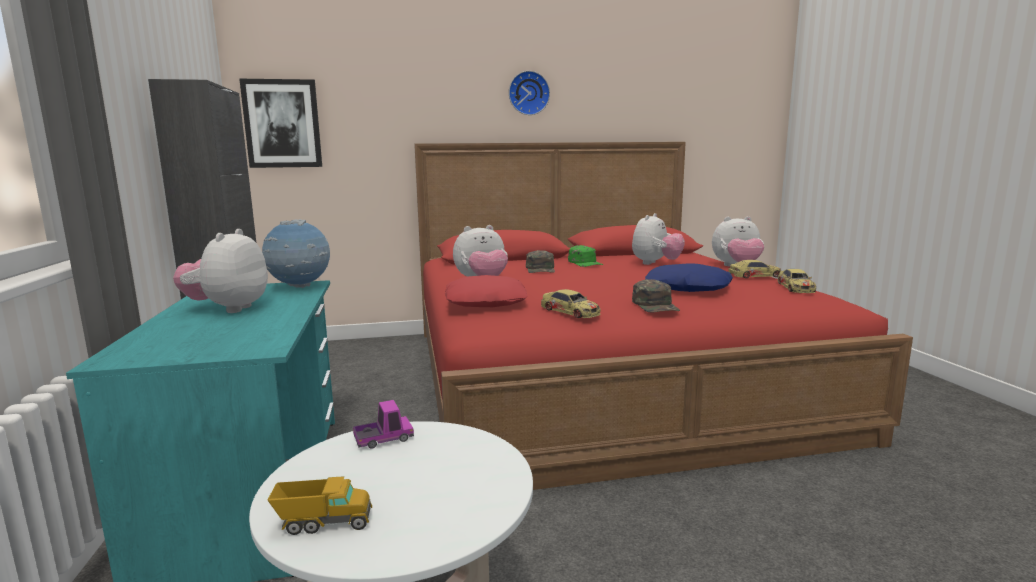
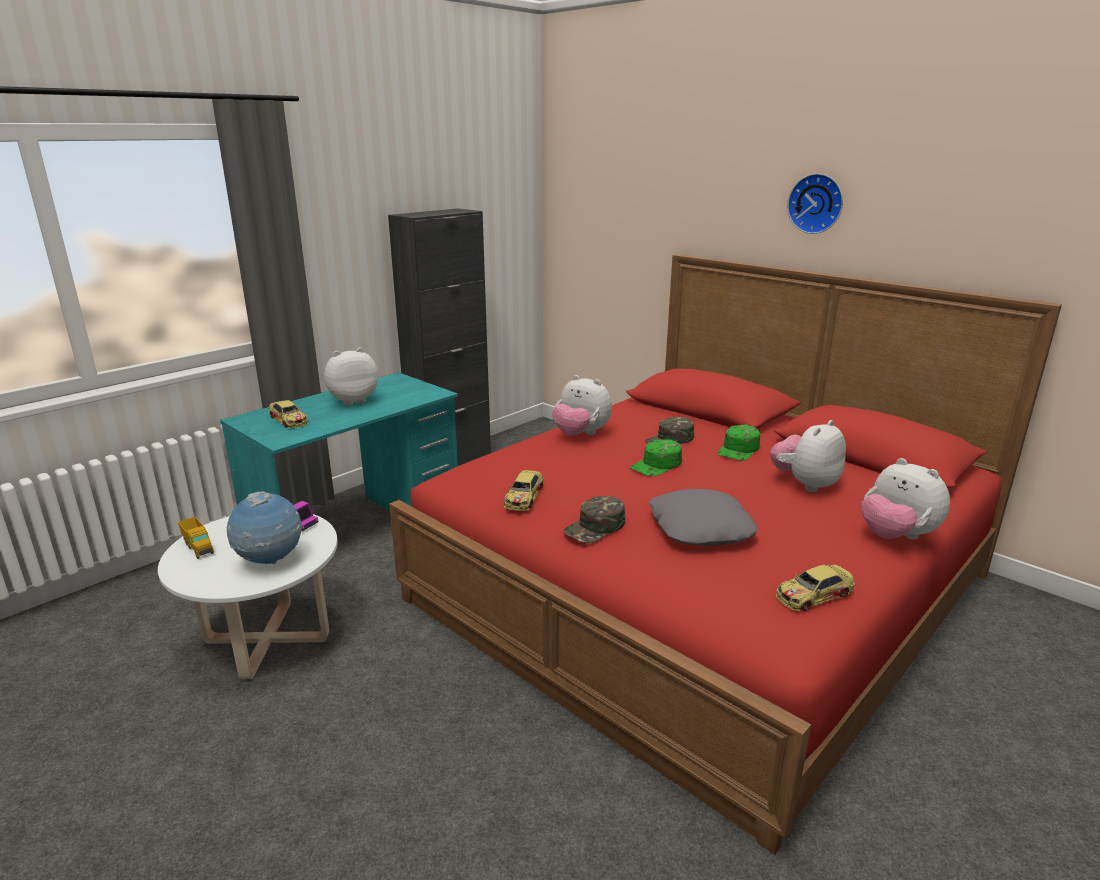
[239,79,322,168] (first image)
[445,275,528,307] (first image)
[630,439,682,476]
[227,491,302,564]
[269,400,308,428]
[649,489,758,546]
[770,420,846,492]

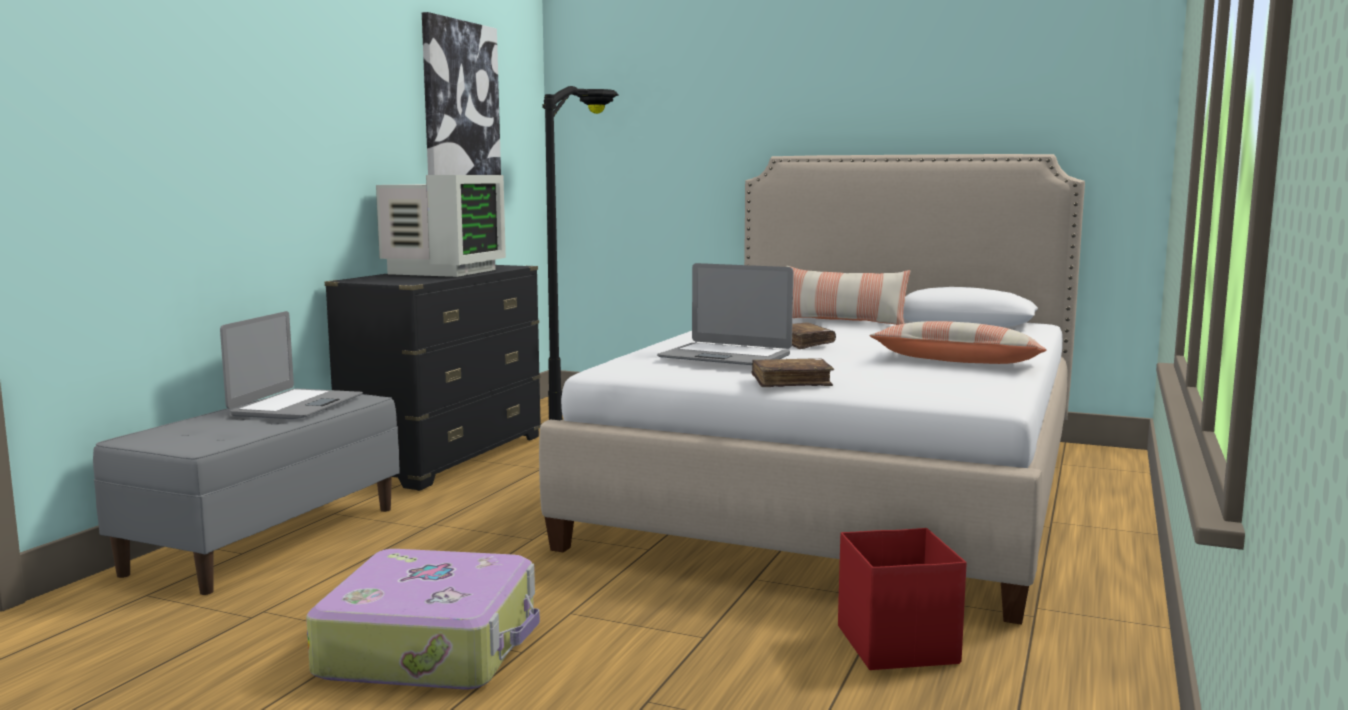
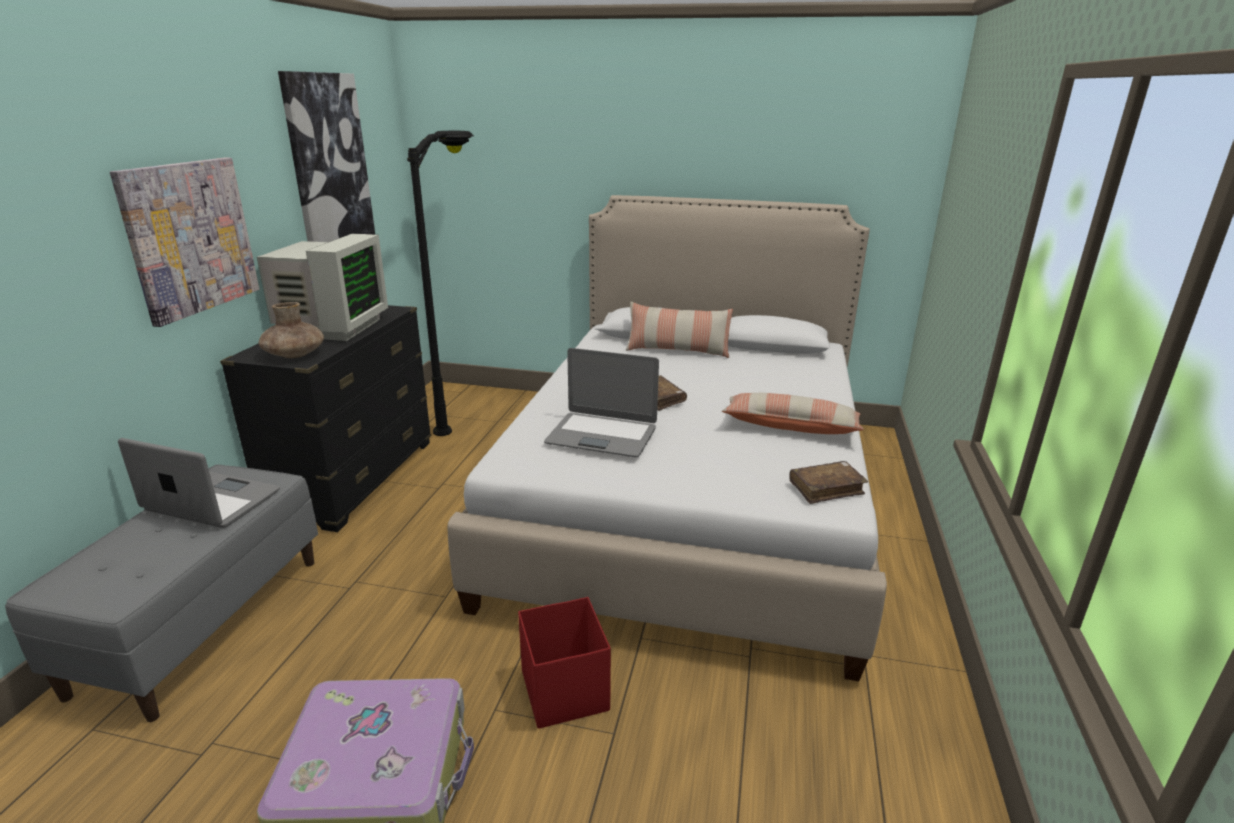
[110,157,259,327]
[258,302,324,358]
[789,461,868,504]
[518,597,611,729]
[118,438,280,528]

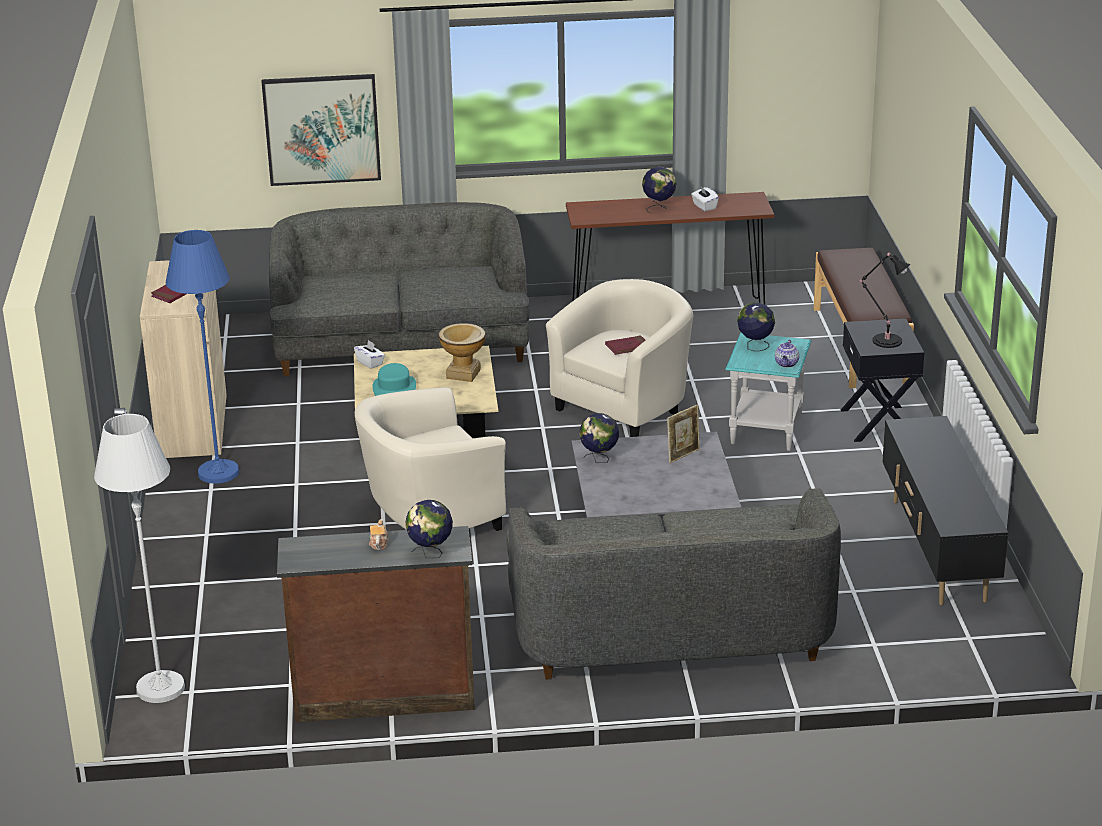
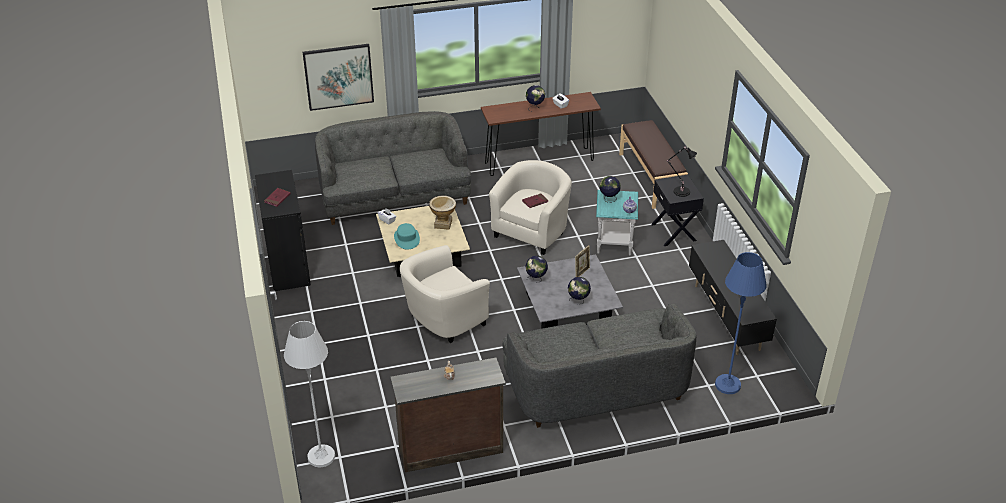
[715,252,767,394]
[568,277,591,304]
[255,170,311,291]

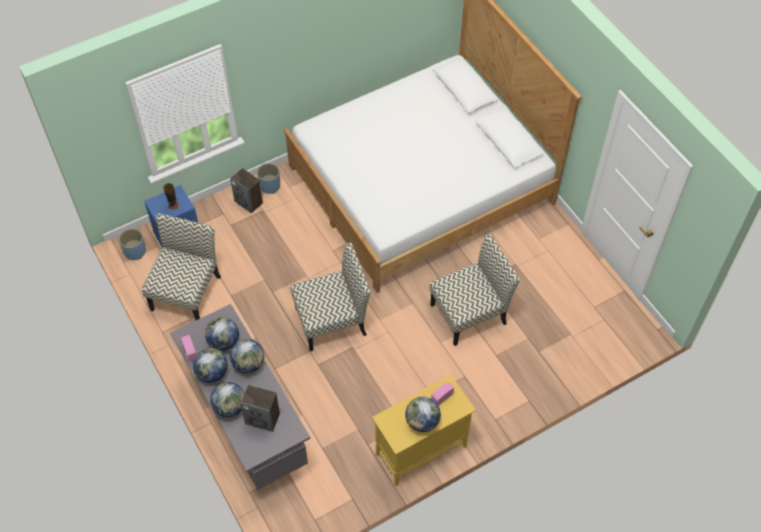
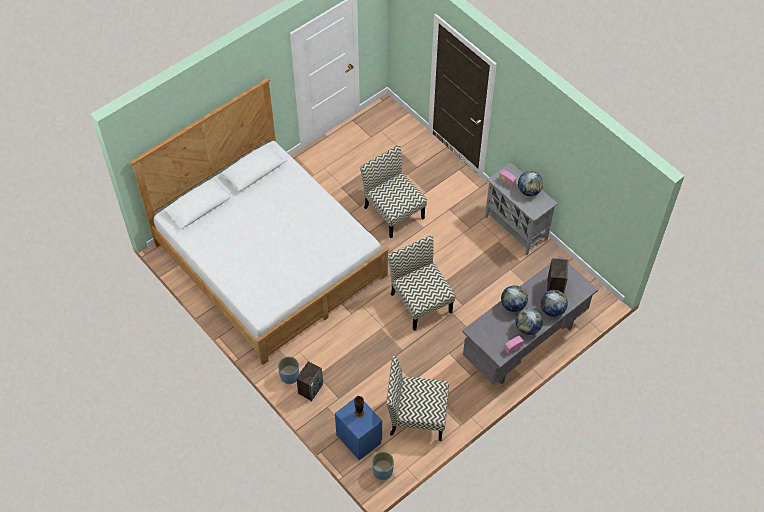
[205,317,239,351] (first image)
[485,163,558,255]

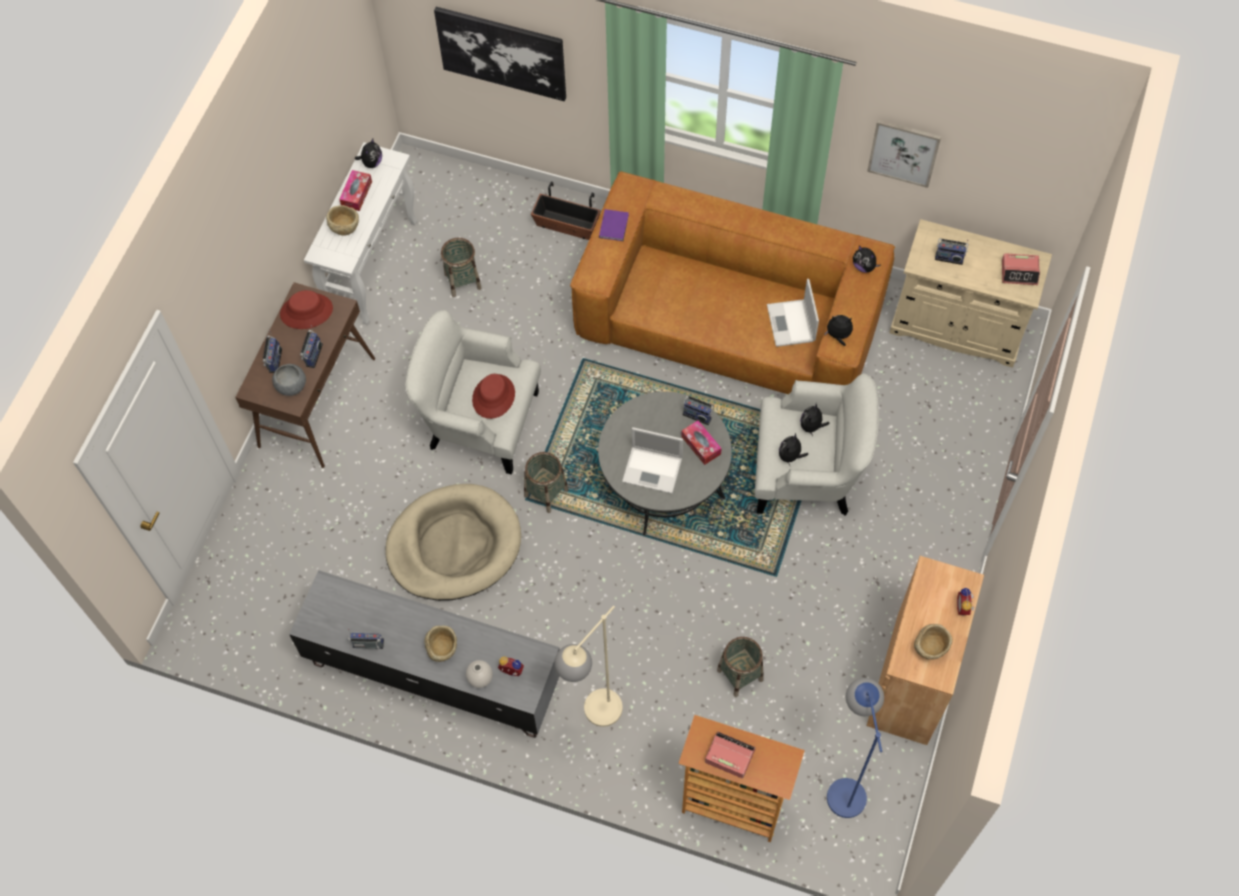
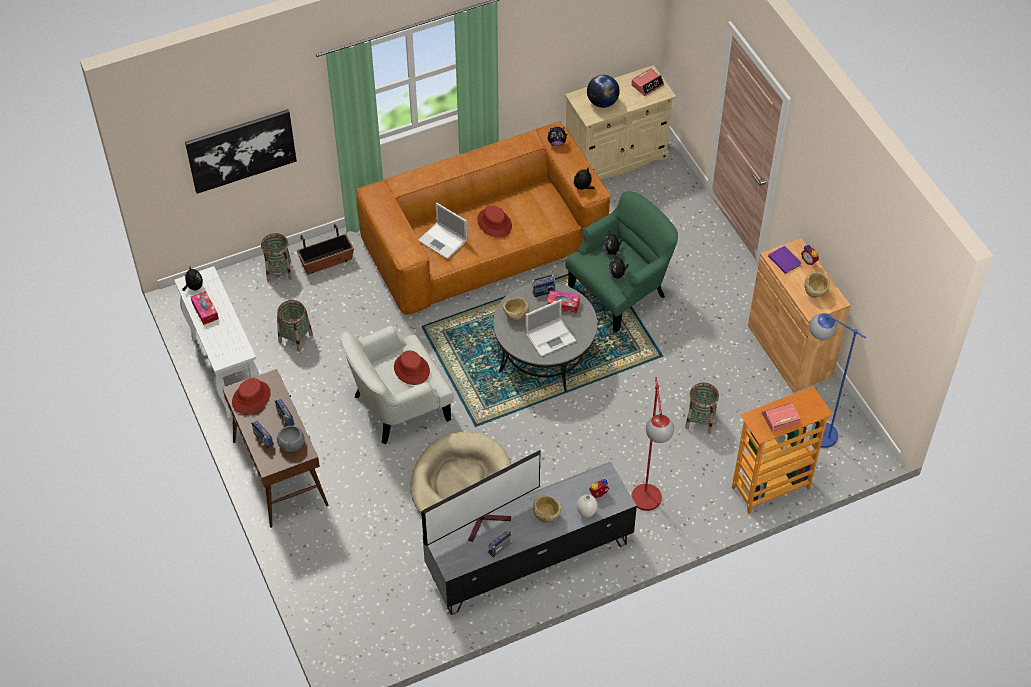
[867,120,941,188] (first image)
[421,450,540,546]
[477,205,512,238]
[503,297,529,321]
[261,233,292,282]
[768,246,801,274]
[418,203,467,259]
[587,75,620,108]
[631,377,674,511]
[565,191,678,332]

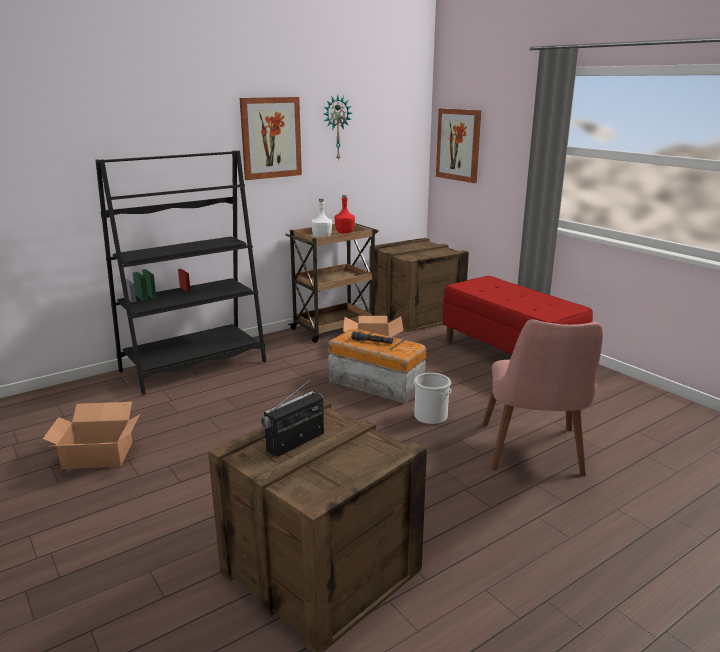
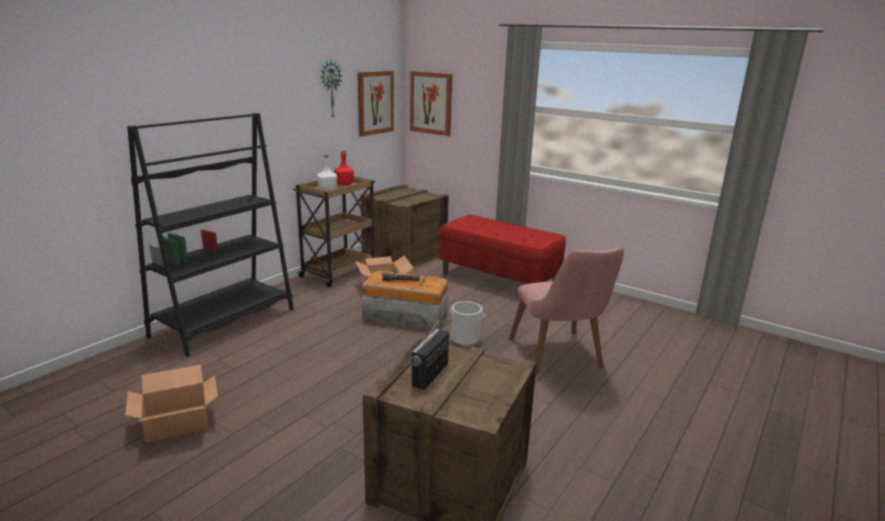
[357,71,394,137]

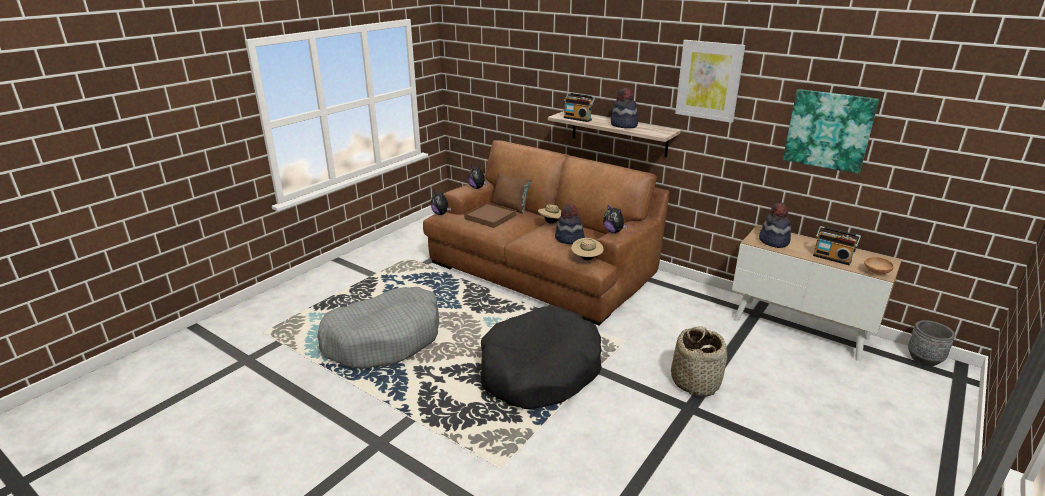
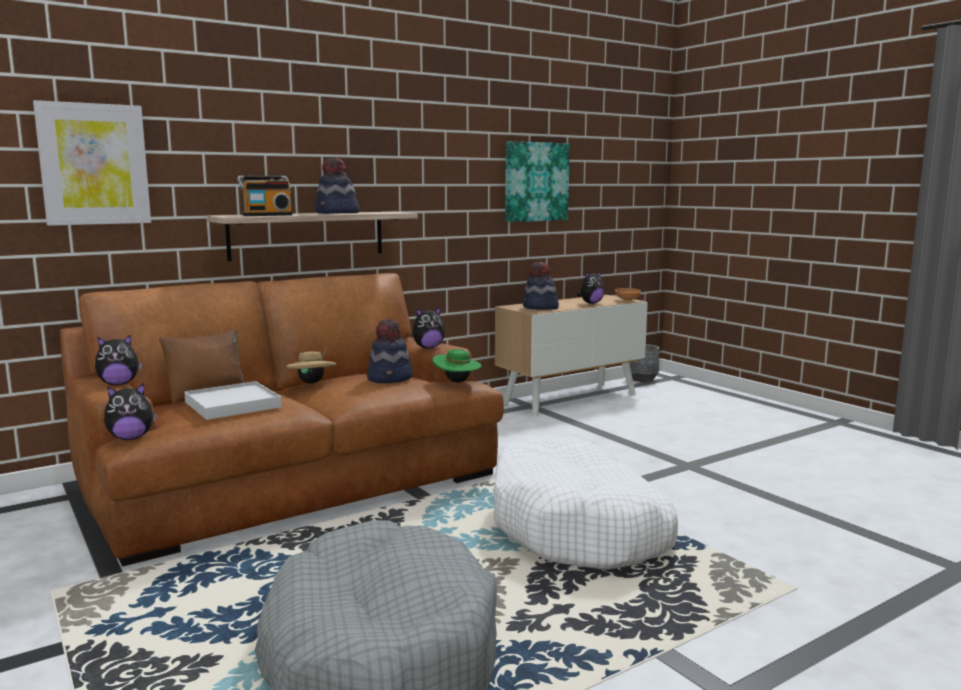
[671,326,727,396] (first image)
[33,100,151,226]
[576,271,605,304]
[184,381,282,420]
[494,437,678,570]
[433,349,482,382]

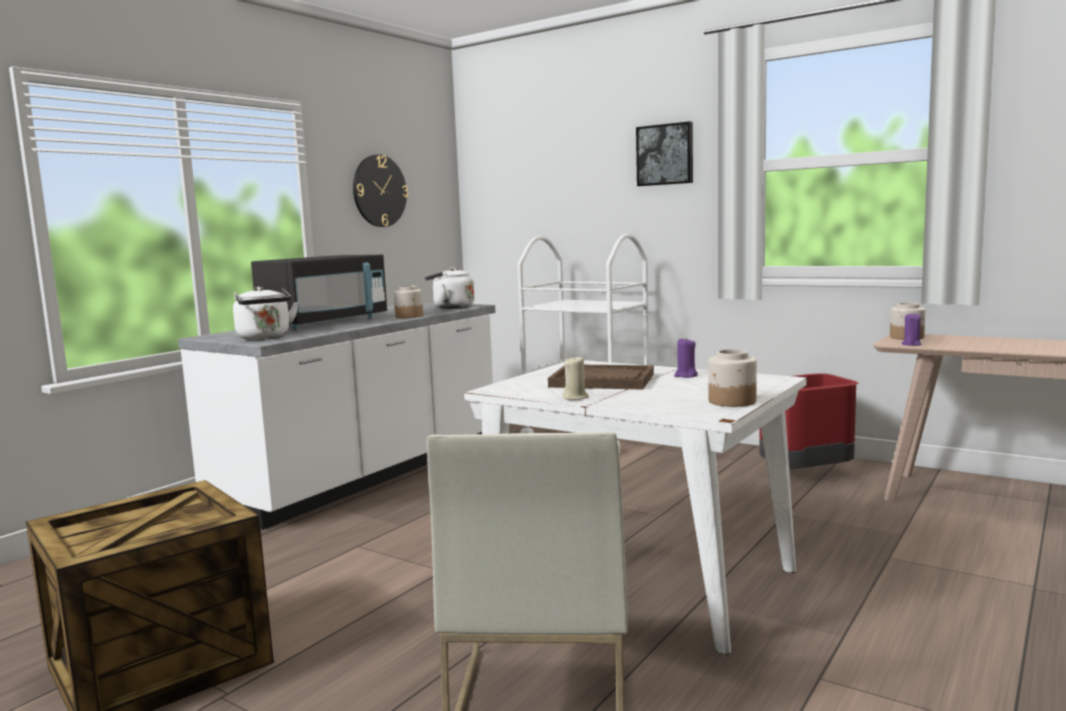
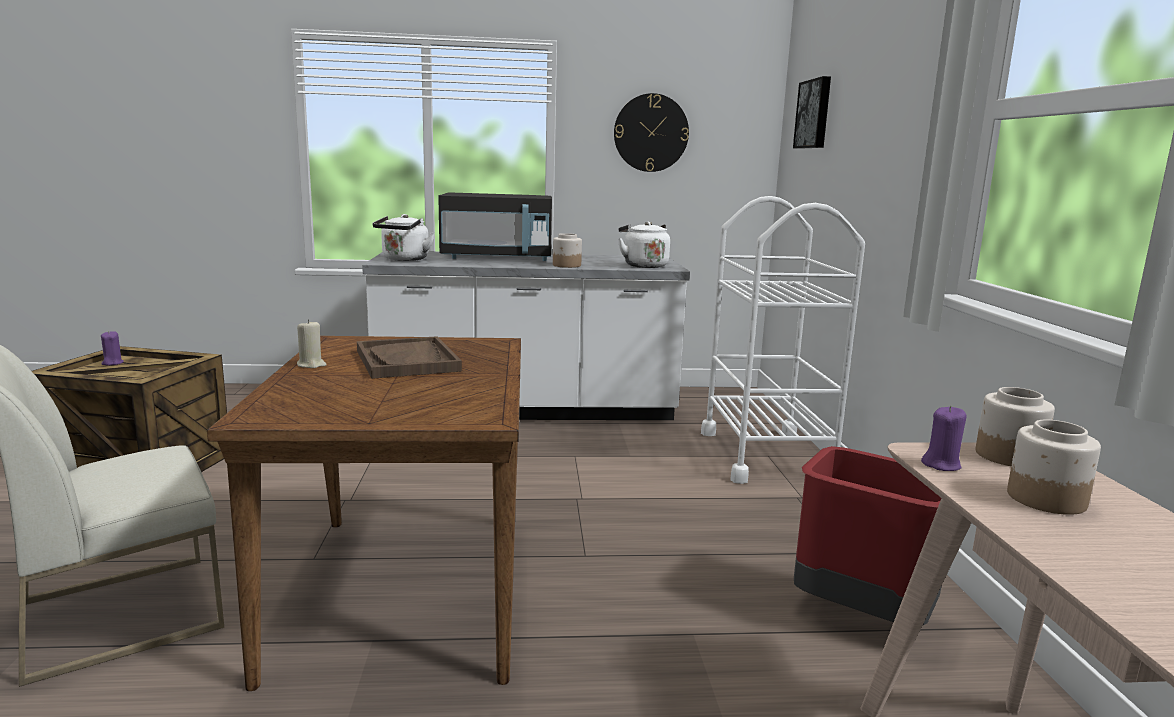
[793,76,831,149]
[101,331,124,366]
[1007,420,1101,515]
[207,336,521,691]

